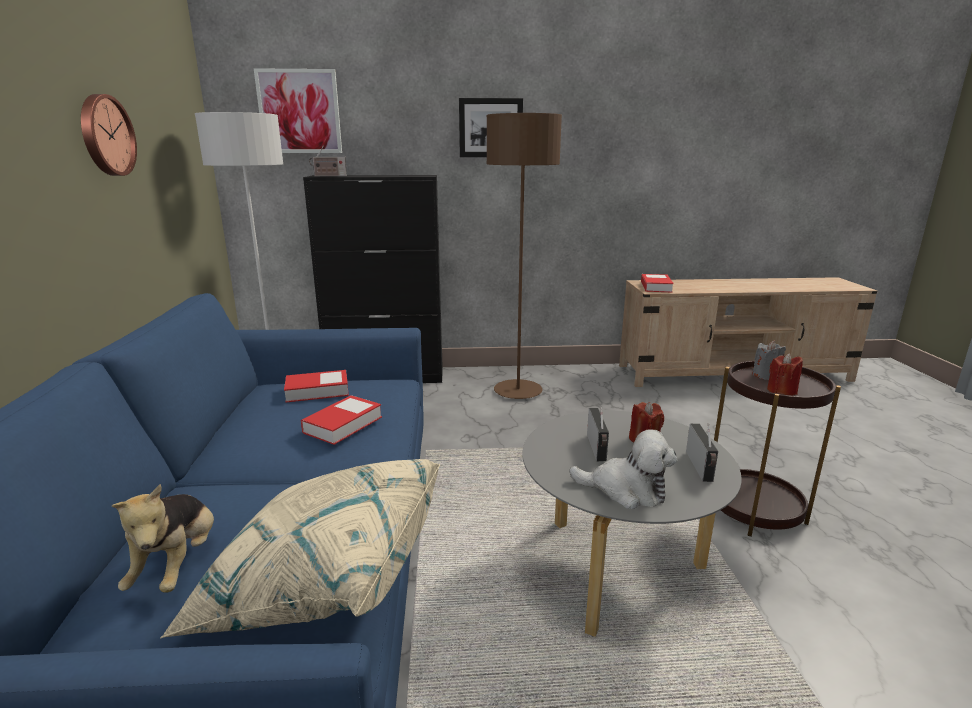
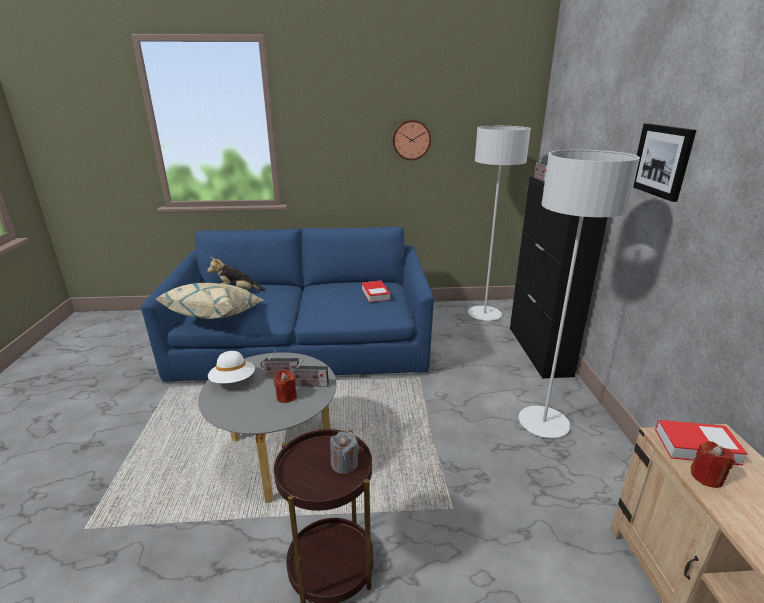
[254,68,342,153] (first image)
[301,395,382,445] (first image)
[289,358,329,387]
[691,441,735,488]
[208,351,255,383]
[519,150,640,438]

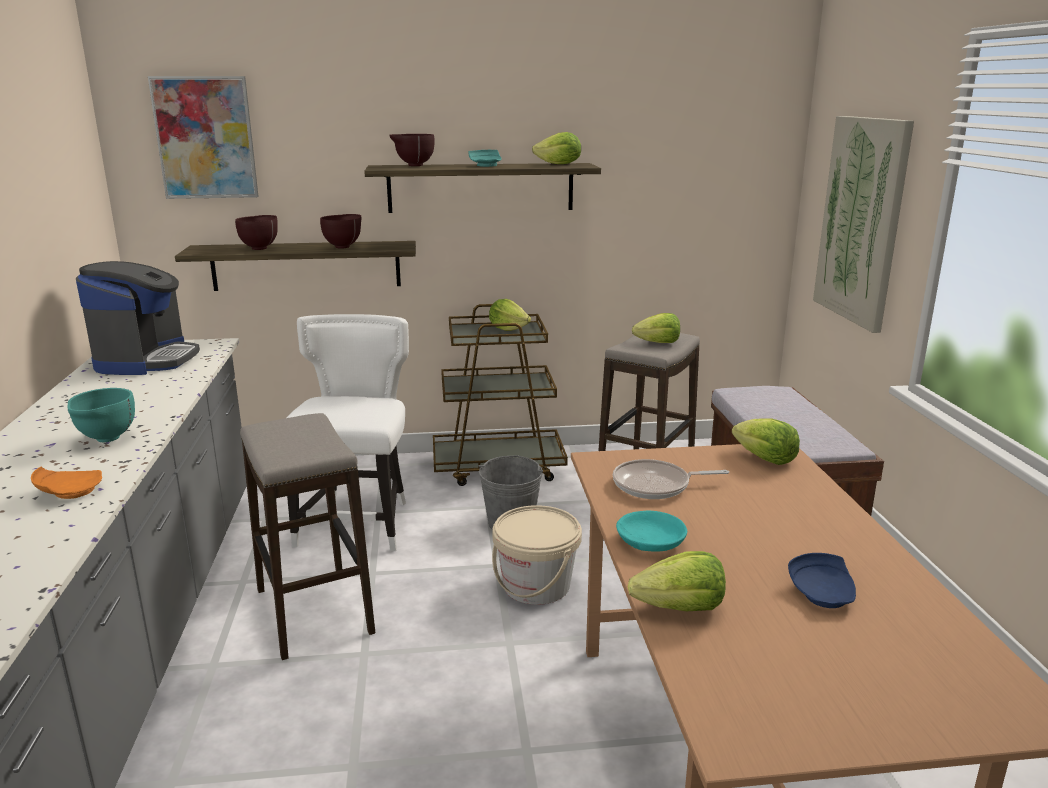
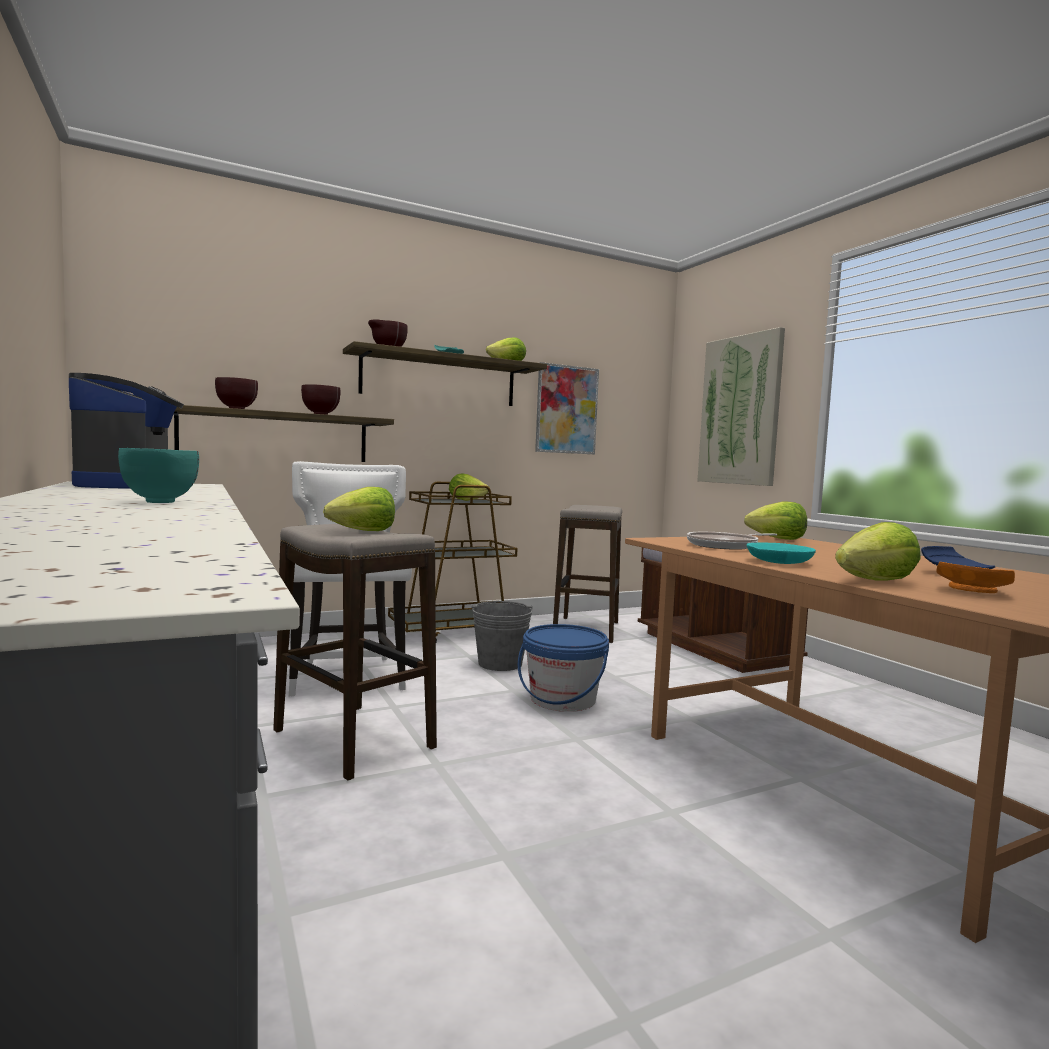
[936,562,1015,593]
[535,362,599,454]
[323,487,395,531]
[518,624,609,712]

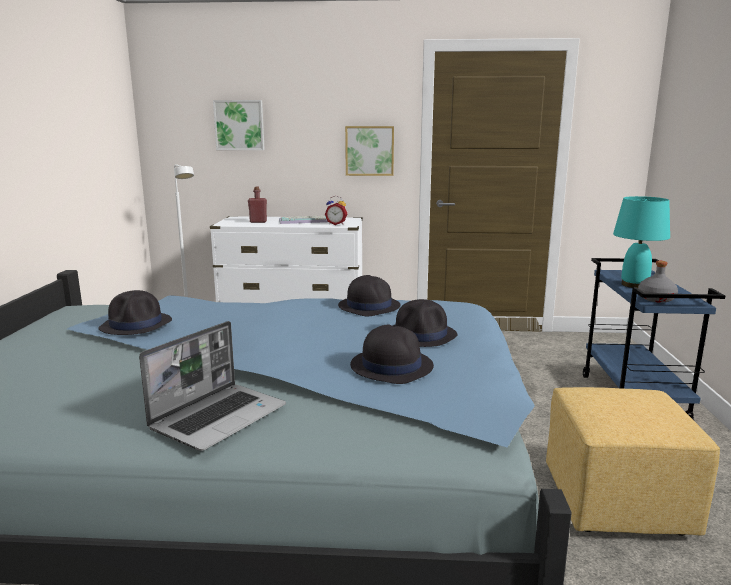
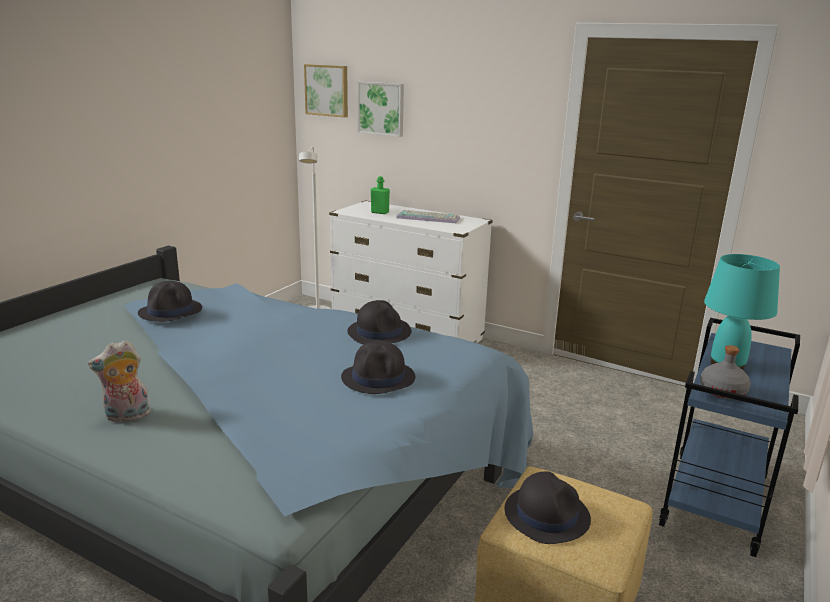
[325,196,347,225] (first image)
[304,64,348,118]
[504,471,591,544]
[88,340,151,423]
[371,176,390,214]

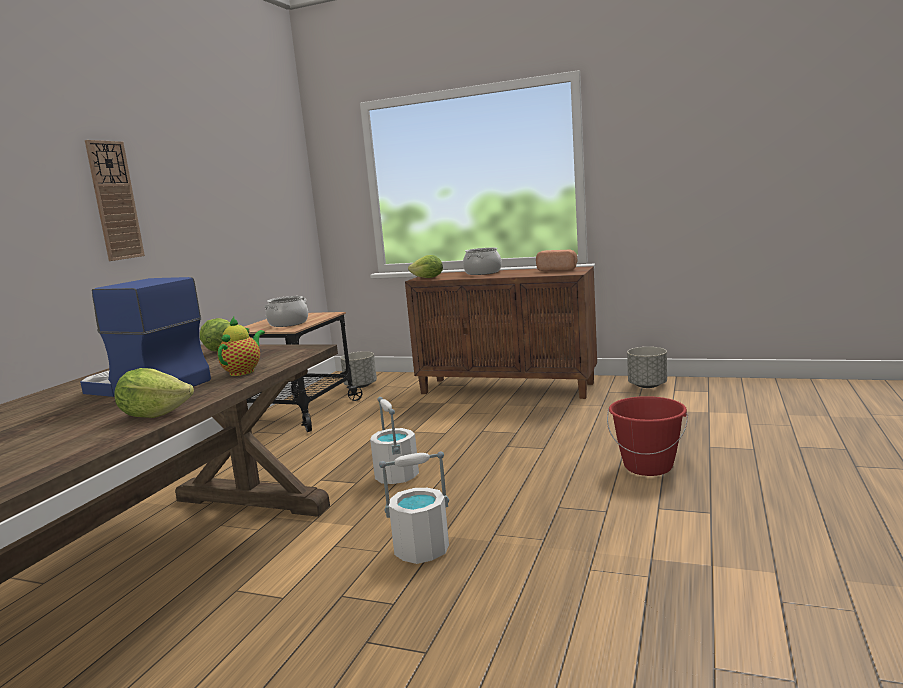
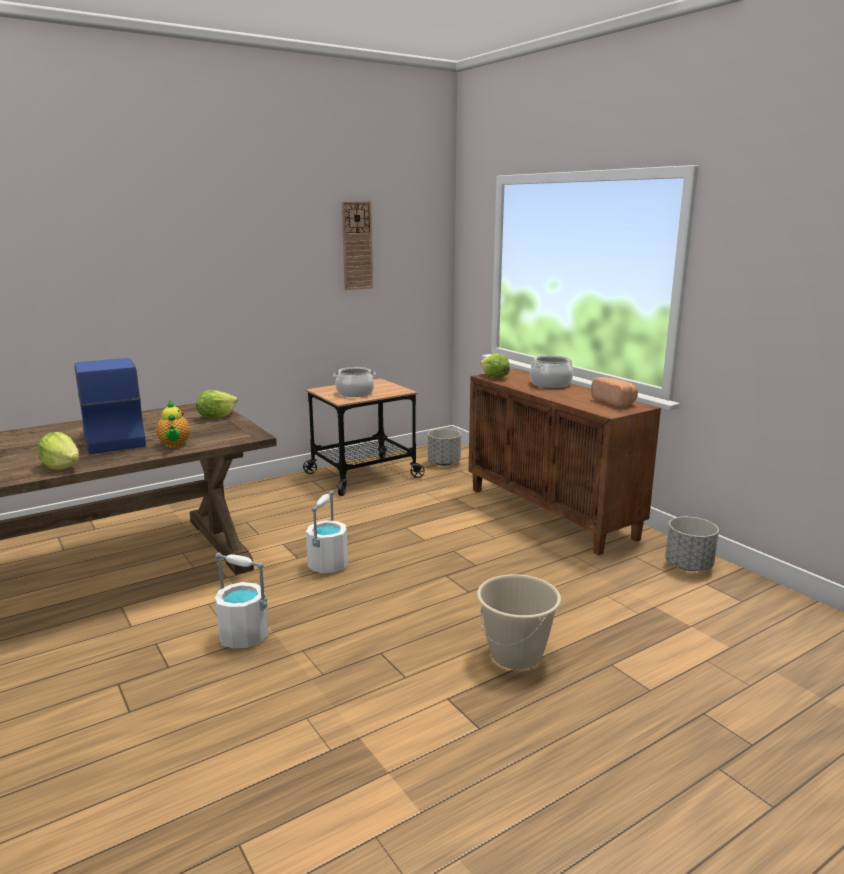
[342,201,373,290]
[477,574,561,670]
[156,401,190,448]

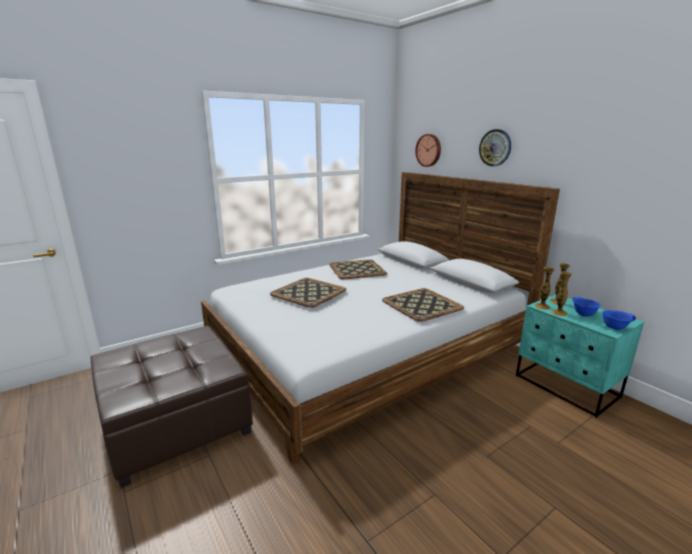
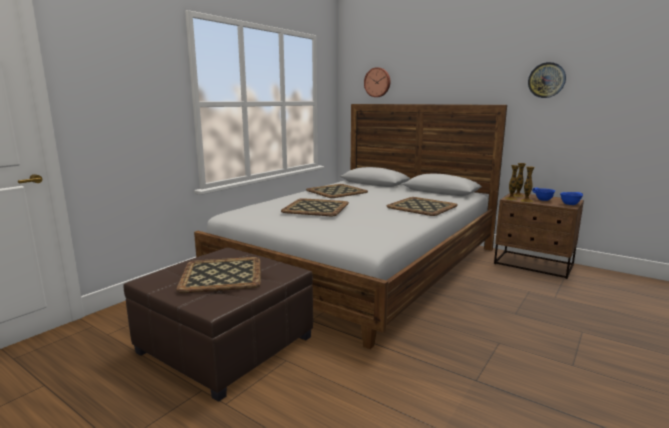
[176,257,261,293]
[528,62,566,98]
[494,192,584,279]

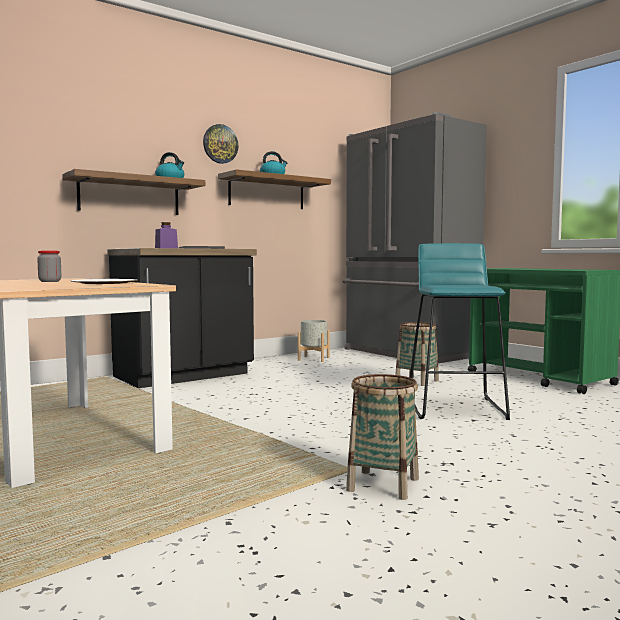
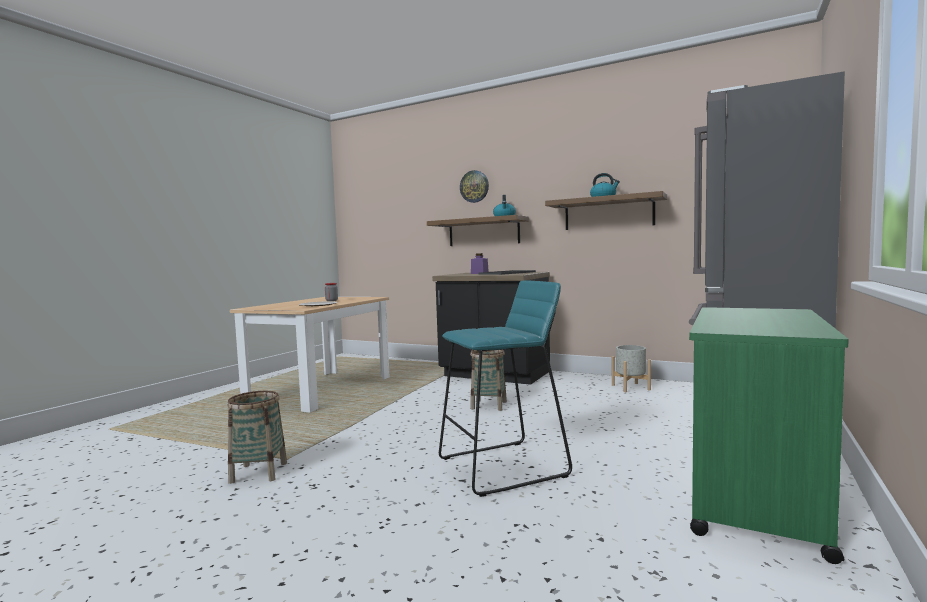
[460,170,489,203]
[470,350,507,411]

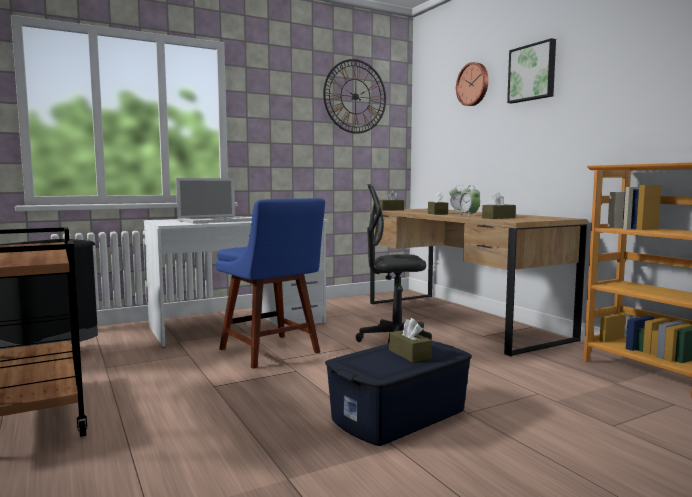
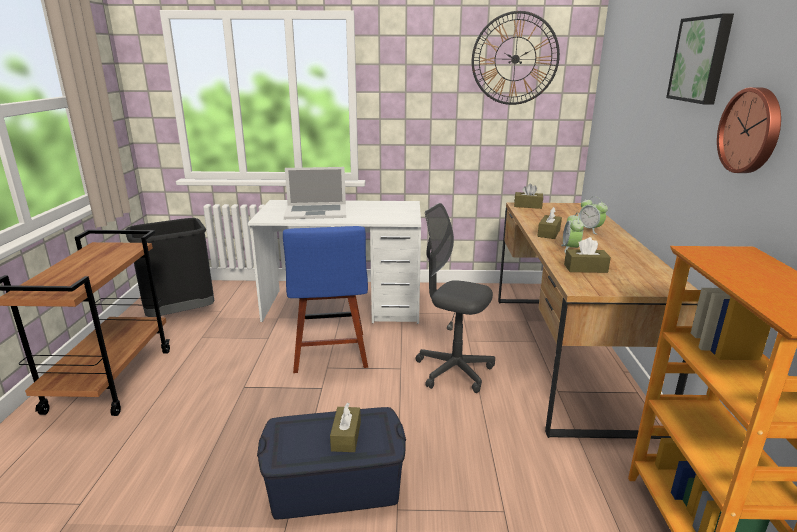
[717,87,781,173]

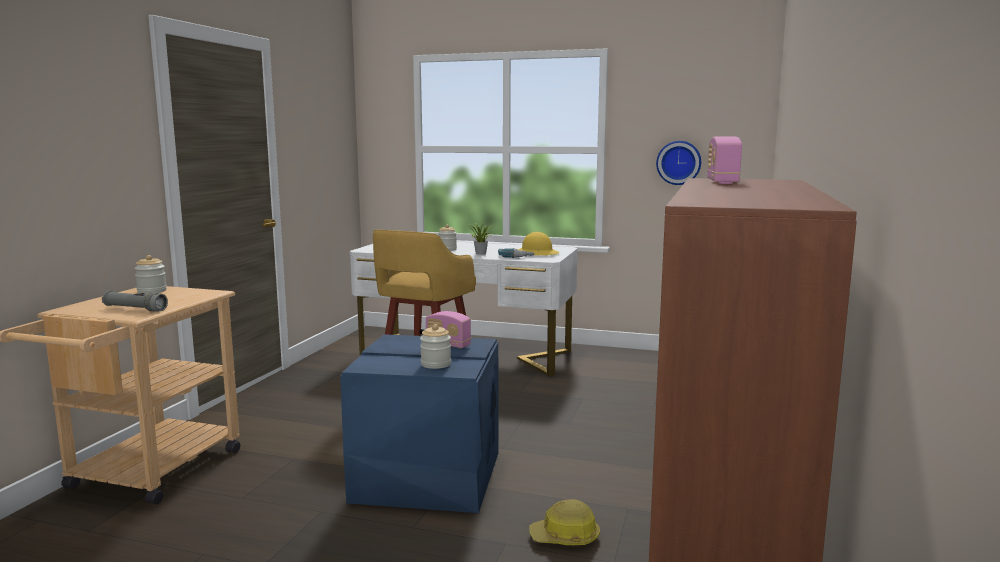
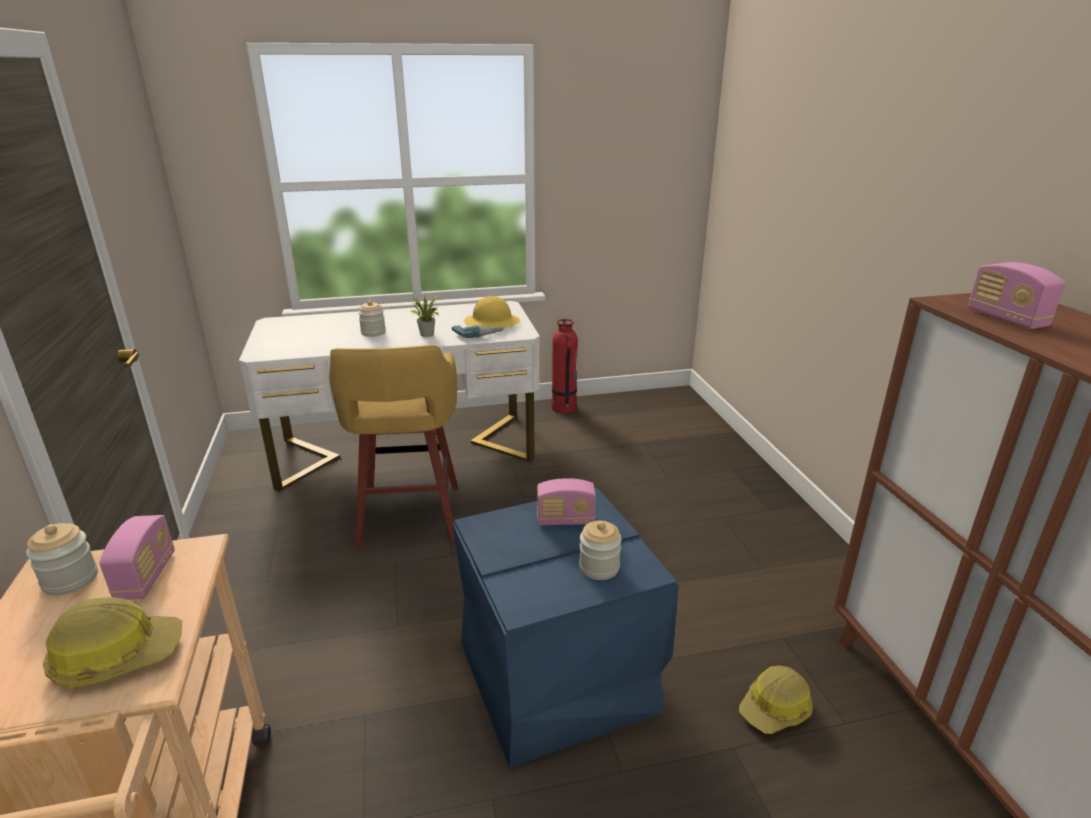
[656,141,701,185] (first image)
[99,515,175,600]
[552,319,578,414]
[43,597,182,688]

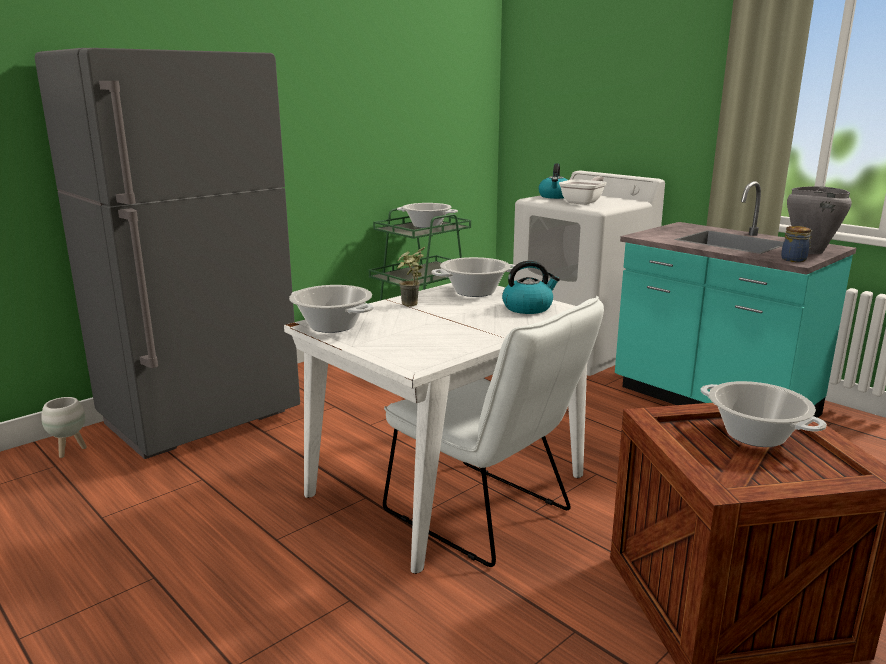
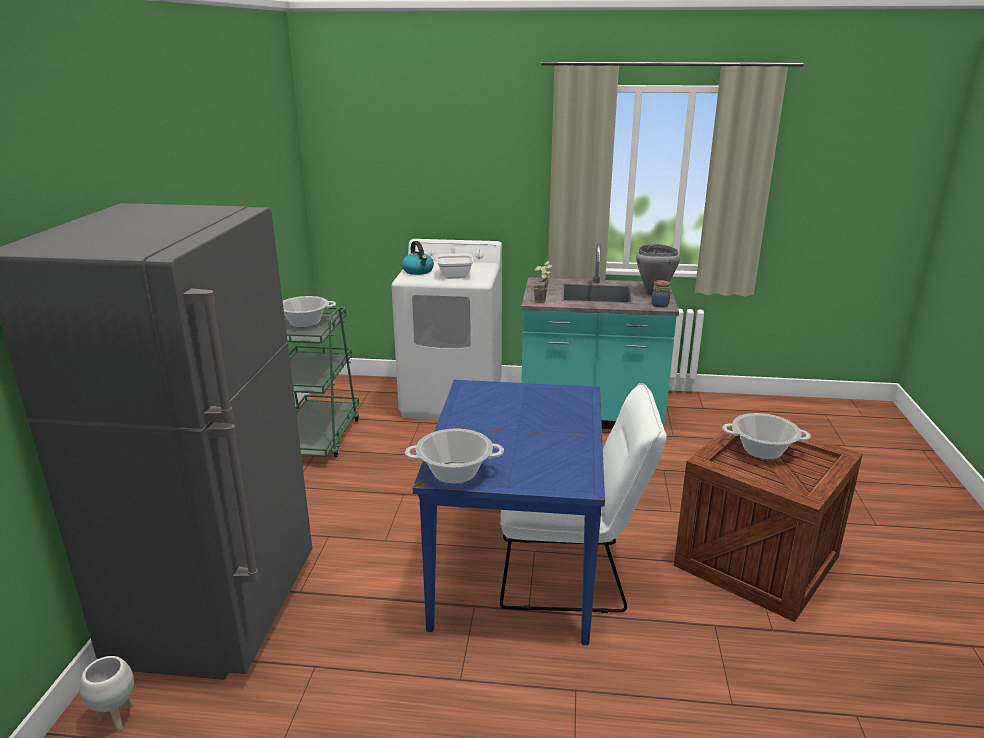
[431,257,515,297] (first image)
[502,261,560,314] (first image)
[533,261,552,303]
[413,380,605,645]

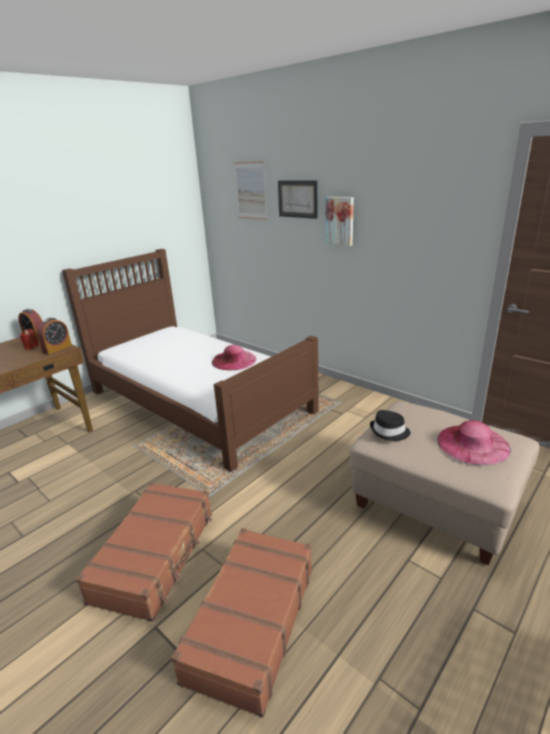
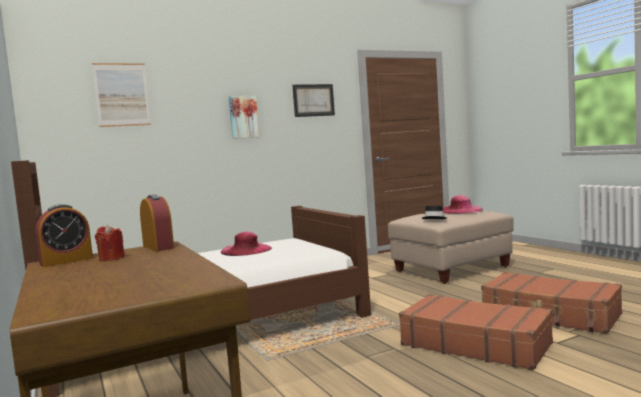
[292,84,335,117]

